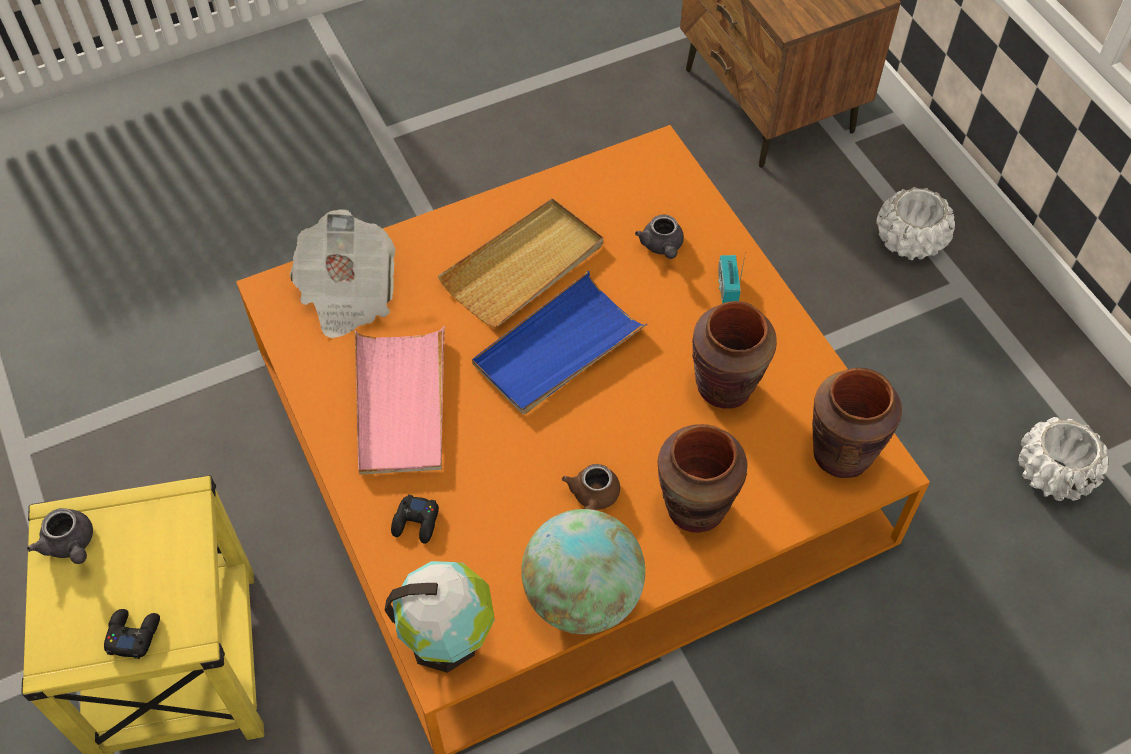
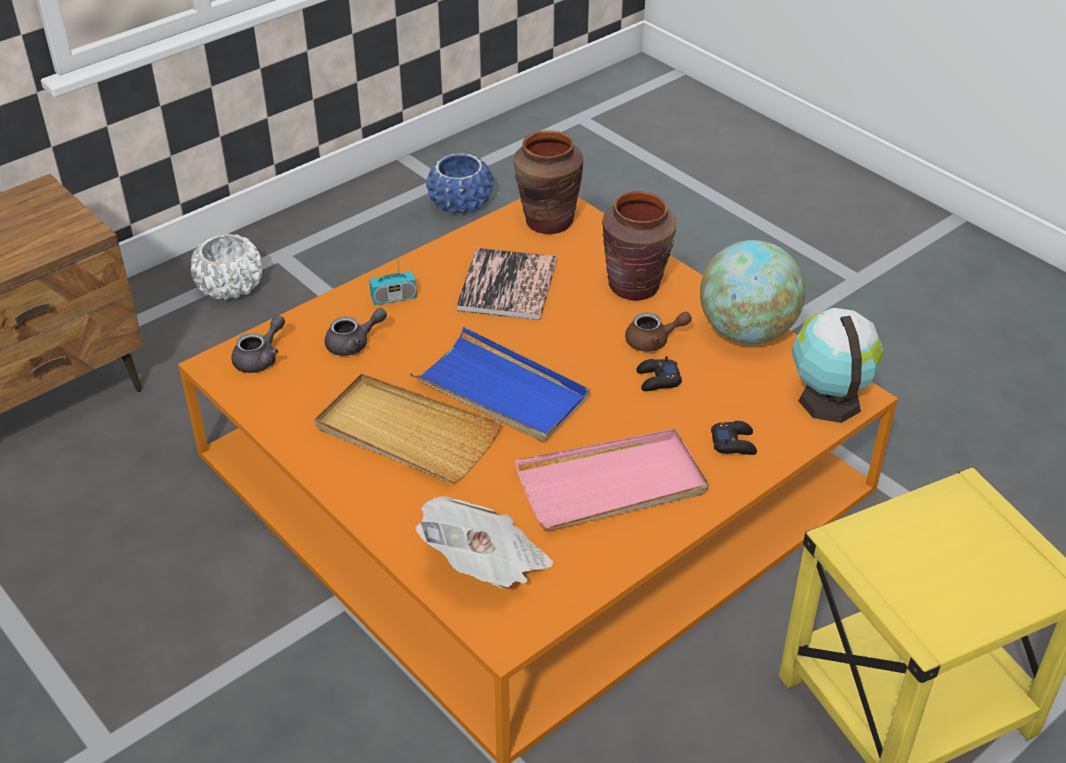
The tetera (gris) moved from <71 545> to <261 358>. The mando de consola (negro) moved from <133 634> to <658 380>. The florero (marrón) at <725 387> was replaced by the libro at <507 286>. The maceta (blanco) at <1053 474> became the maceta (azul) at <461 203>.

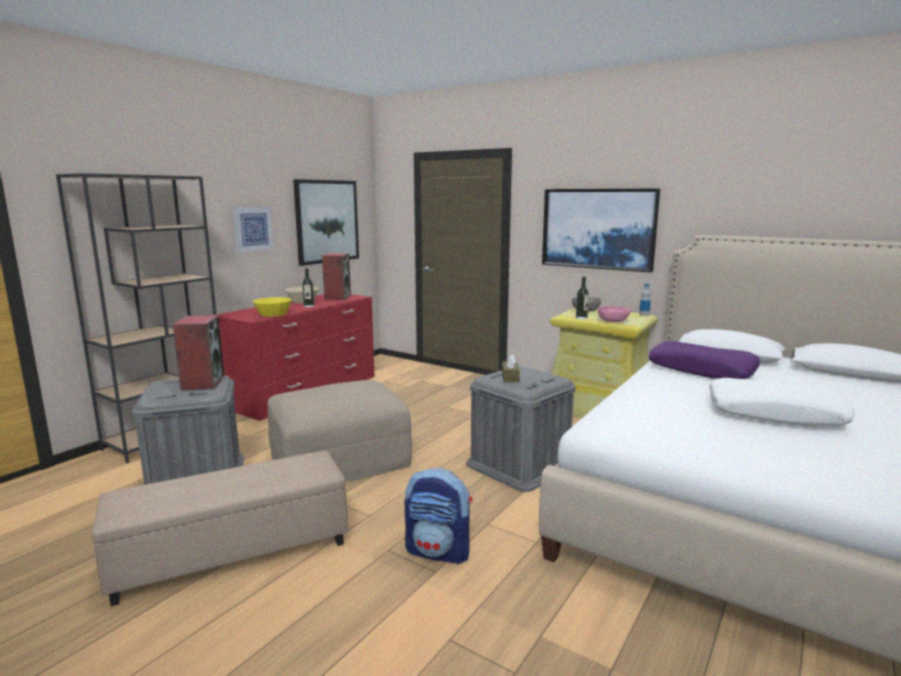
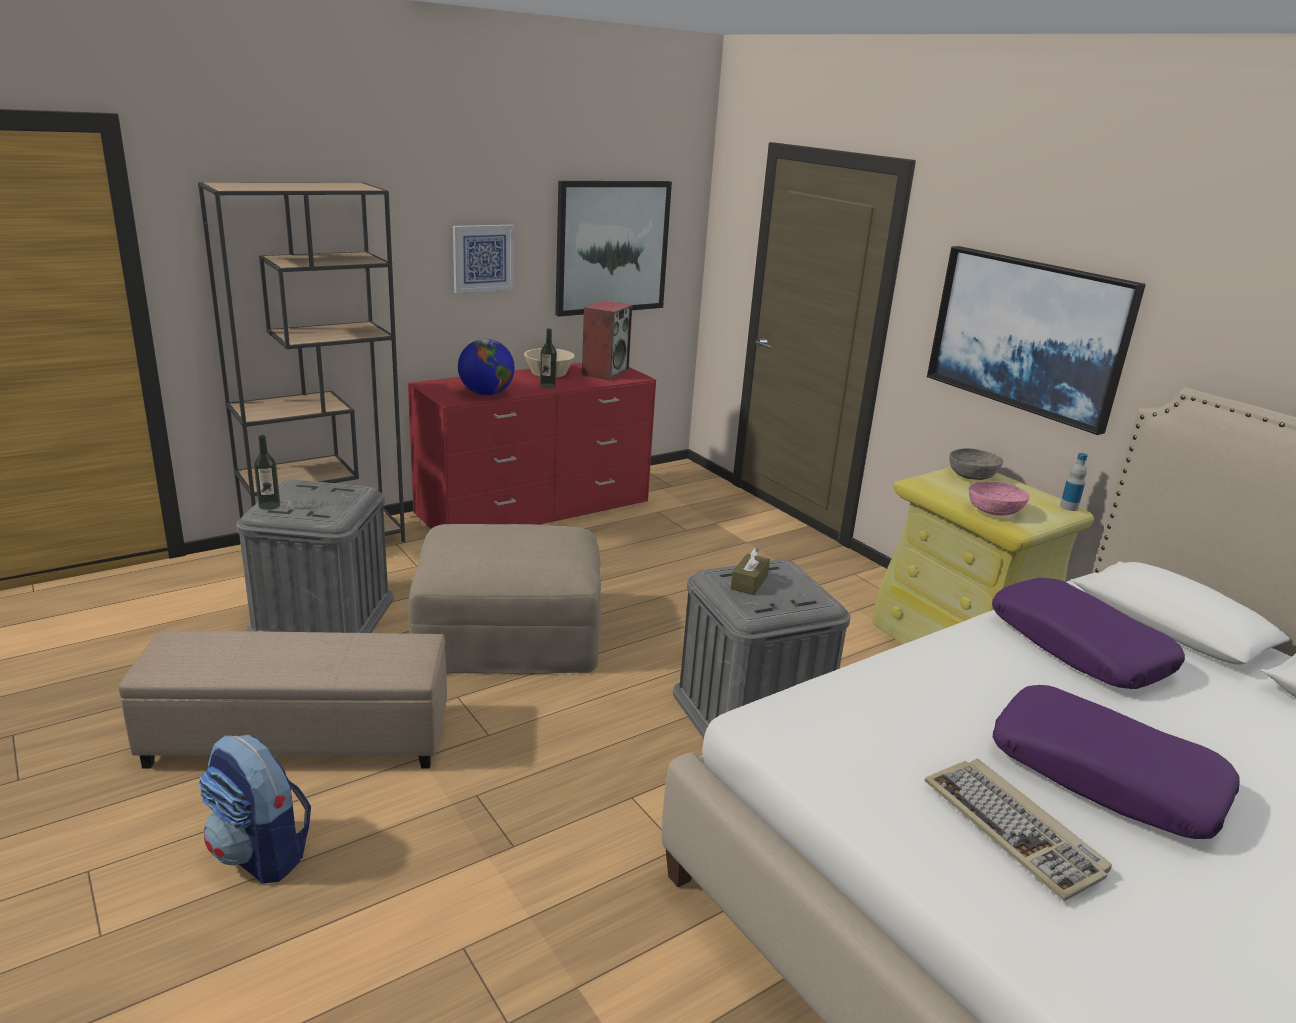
The altavoz at <202 382> disappeared. The teclado at <1014 830> appeared. The mochila moved from <439 551> to <261 853>. The botella moved from <581 318> to <269 505>. The cuenco (amarillo) at <273 313> was replaced by the globo terráqueo at <486 394>. The cojín (blanco) at <775 414> became the cojín (morado) at <1105 776>.

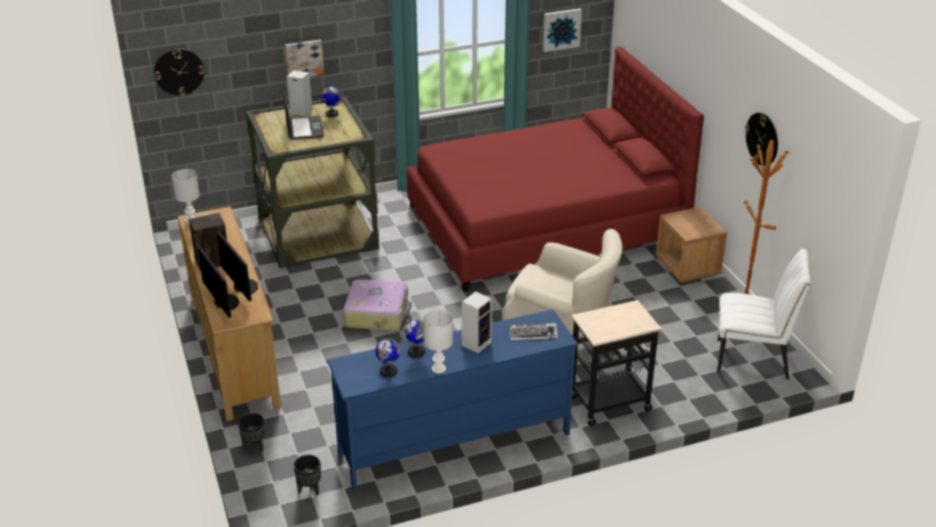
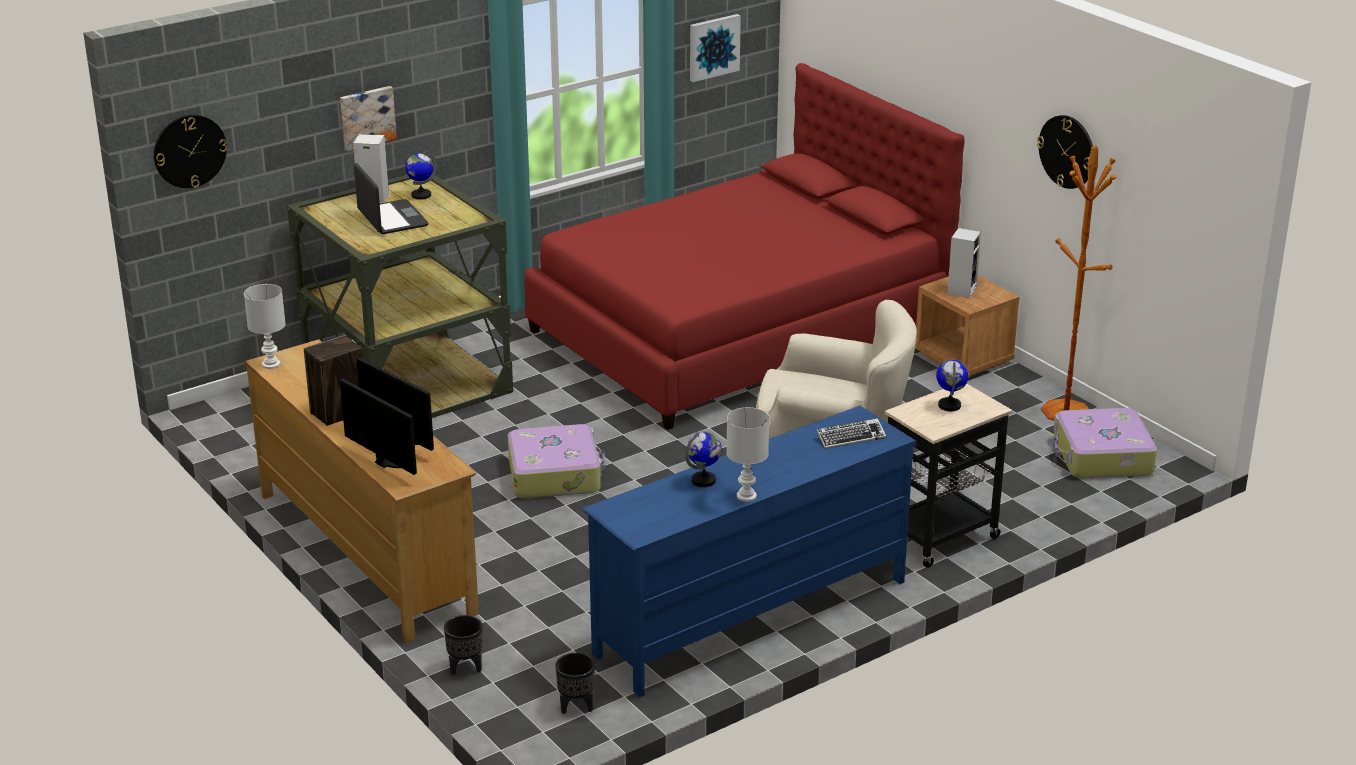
The globo terráqueo moved from <388 371> to <949 405>. The altavoz moved from <476 343> to <961 289>. The silla (blanco) at <752 359> was replaced by the maleta at <1101 457>.

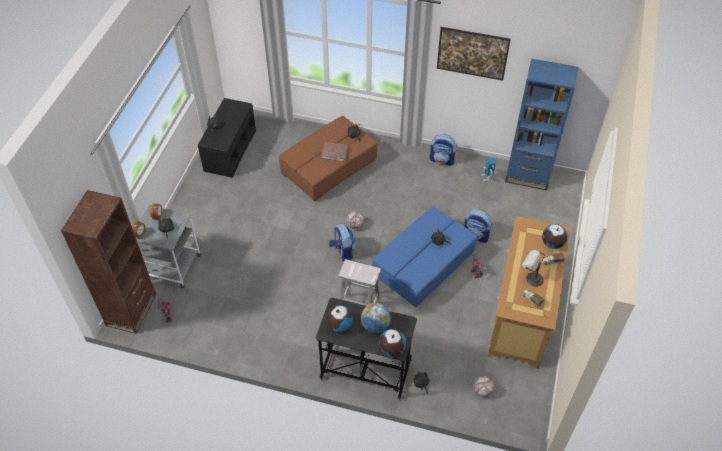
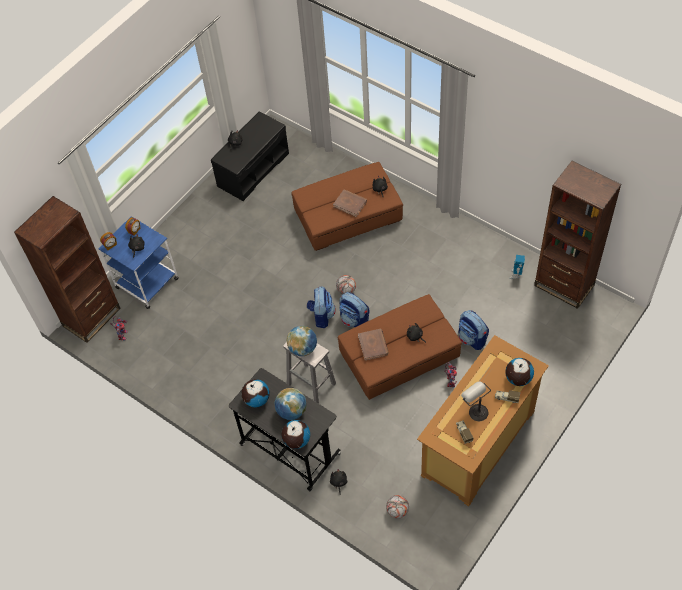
The cuadro at <471 63> disappeared. The globo terráqueo at <303 348> appeared. The libro (marrón) at <373 345> appeared. The mochila moved from <442 160> to <354 320>. The carrito (gris) at <173 265> became the carrito (azul) at <147 282>. The puf (azul) at <423 265> became the puf (marrón) at <399 356>. The estantería (azul) at <527 176> became the estantería (marrón) at <564 285>.

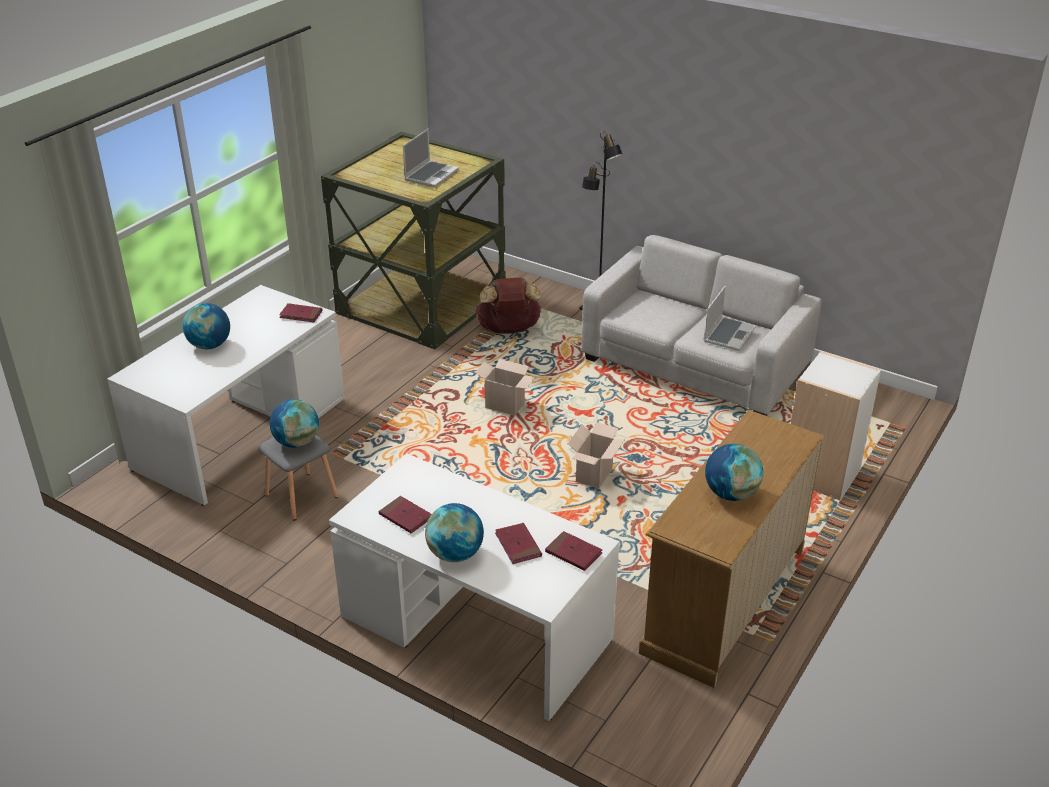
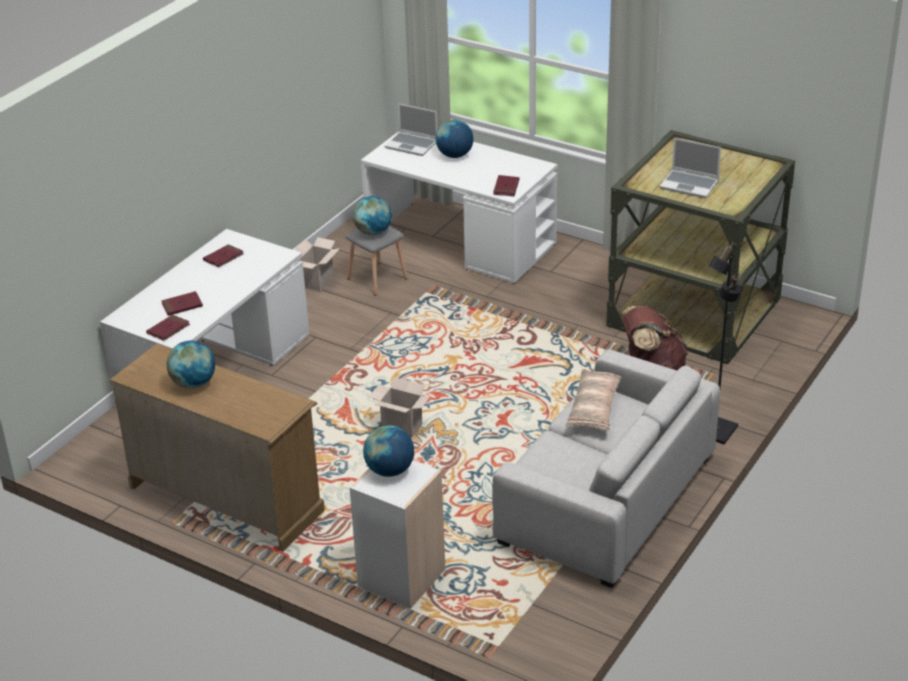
The cojín at <594 408> appeared. The globo terráqueo moved from <455 554> to <389 470>. The caja de cartón moved from <506 406> to <318 282>. The portátil moved from <728 334> to <412 145>.

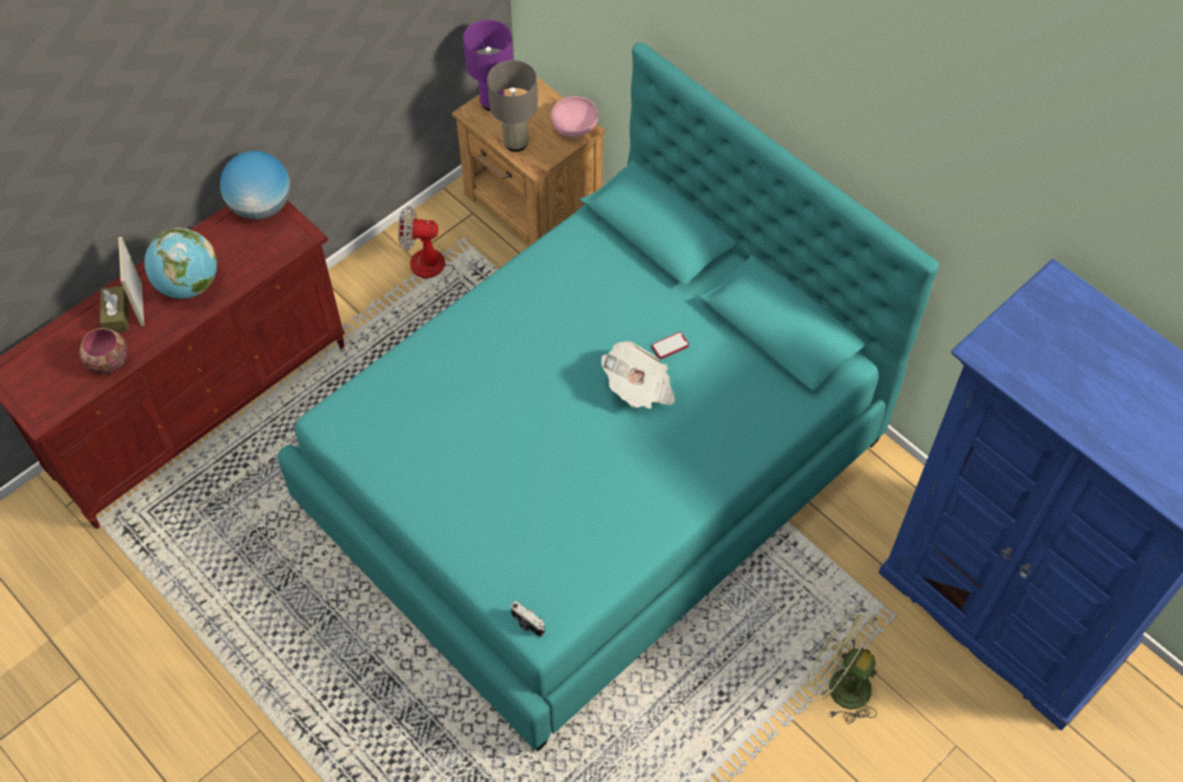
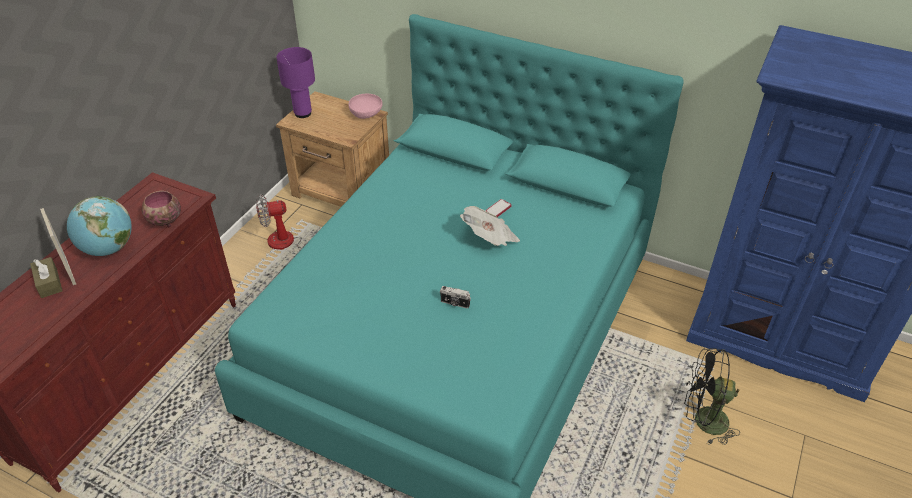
The globo terráqueo at <262 207> disappeared. The lámpara de mesa (gris) at <516 142> disappeared. The cuenco moved from <108 362> to <164 221>. The cámara moved from <527 624> to <454 303>. The ventilador (verde) at <839 685> became the ventilador (negro) at <703 421>.

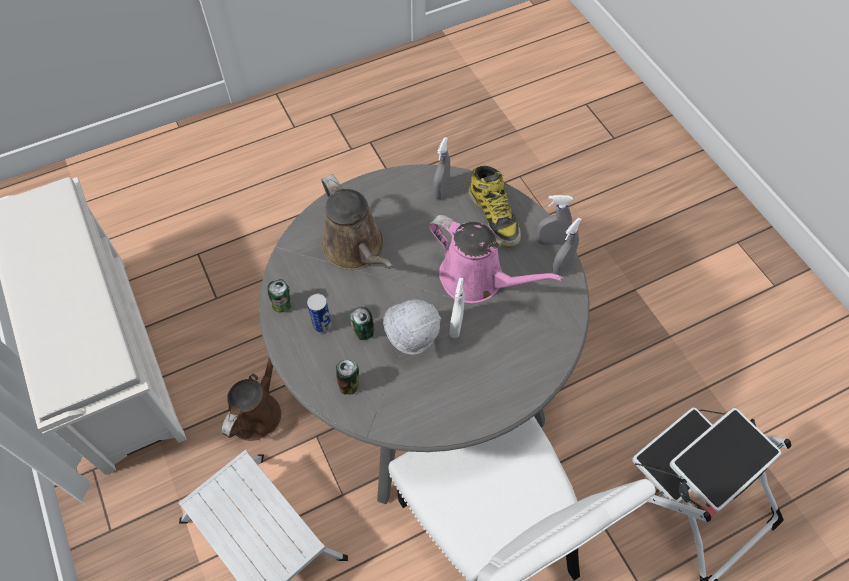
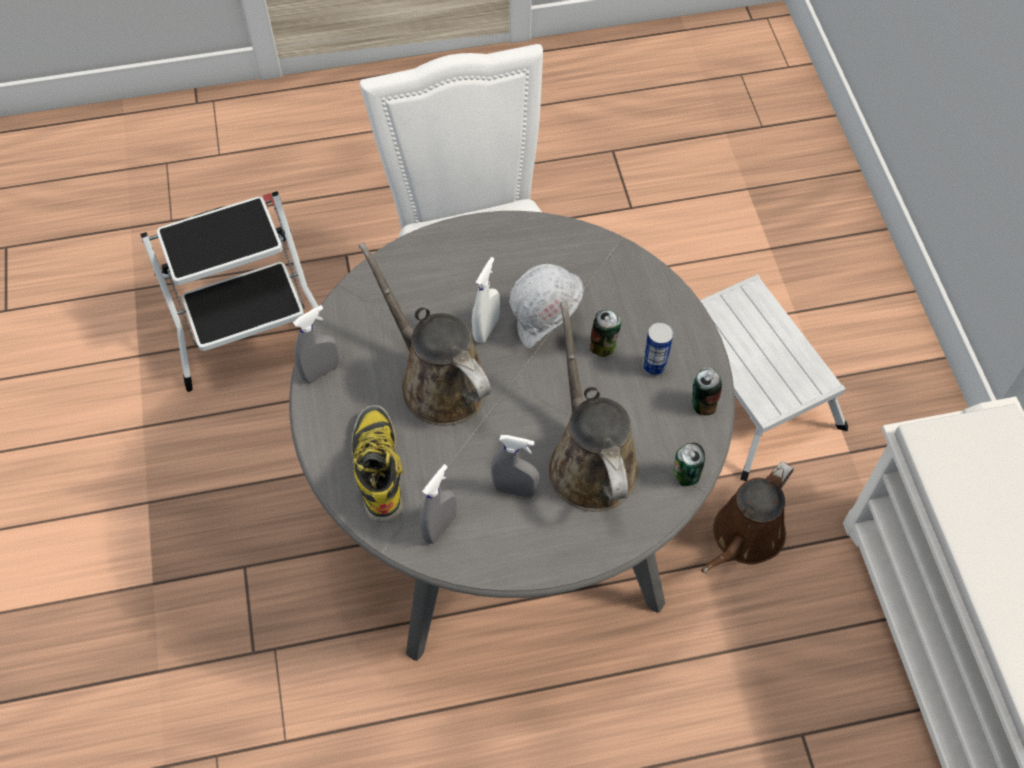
The lata moved from <350 385> to <685 476>. The pulverizador (gris) moved from <550 241> to <515 489>. The regadera (rosa) at <477 279> became the regadera (marrón) at <438 380>.

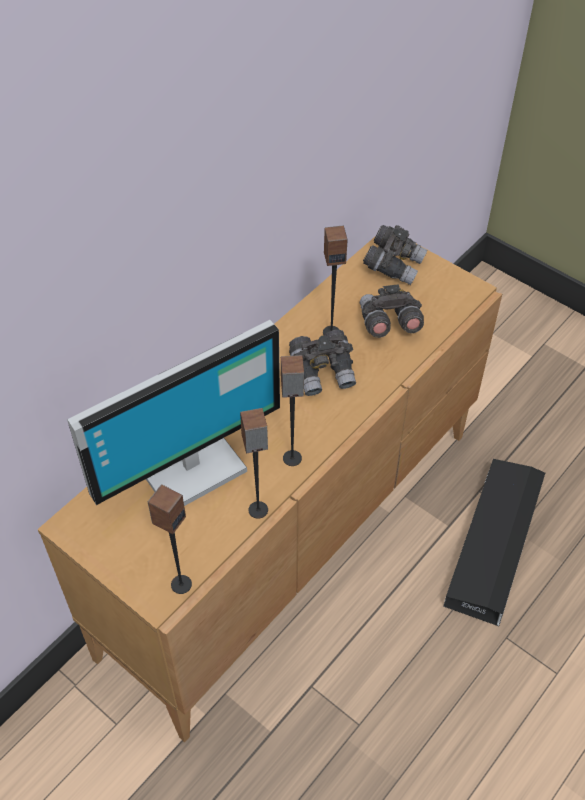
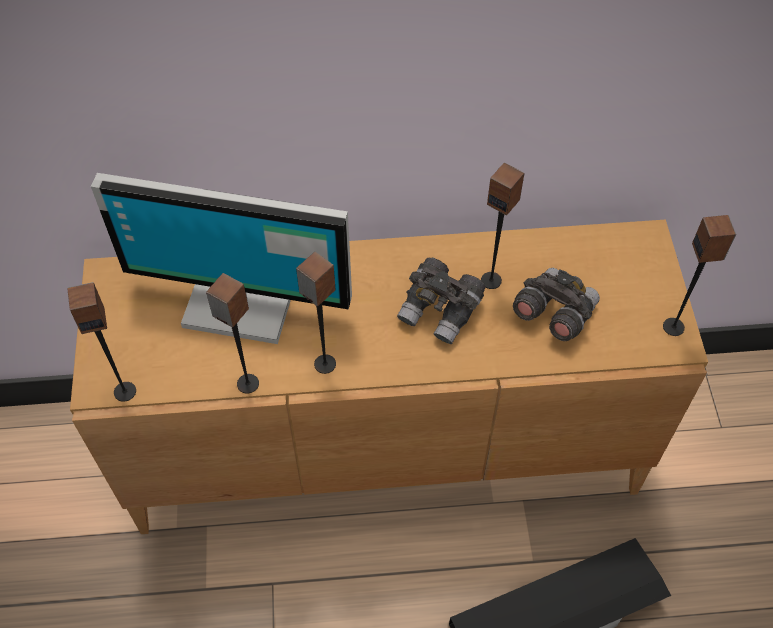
The prismáticos (gris) at <394 265> disappeared. The altavoz at <674 327> appeared.

